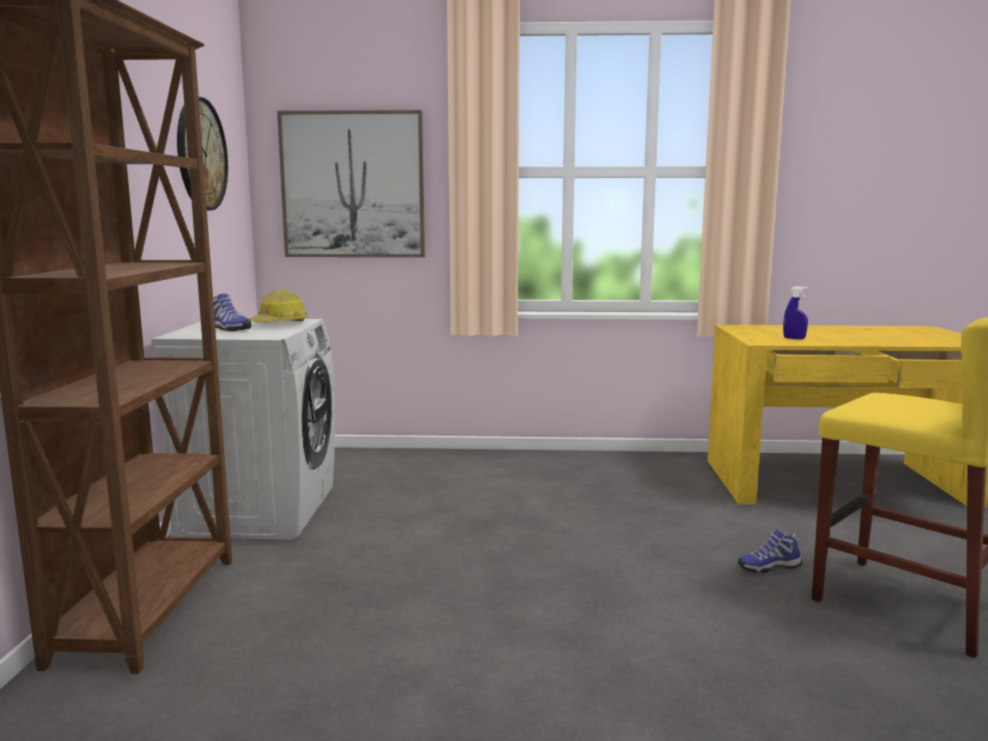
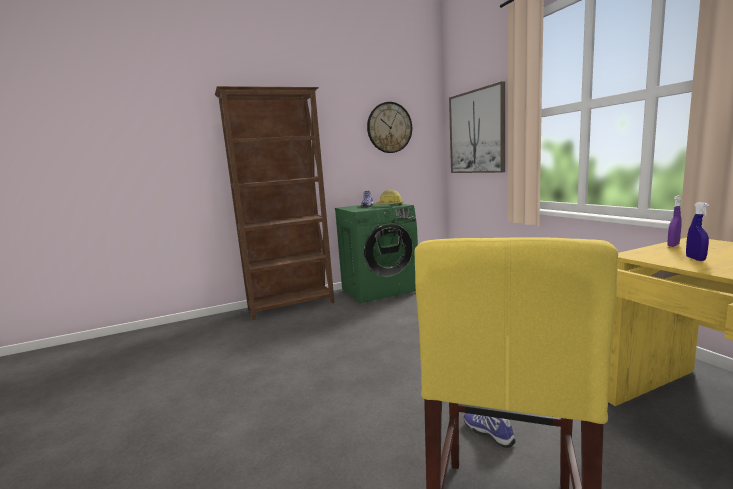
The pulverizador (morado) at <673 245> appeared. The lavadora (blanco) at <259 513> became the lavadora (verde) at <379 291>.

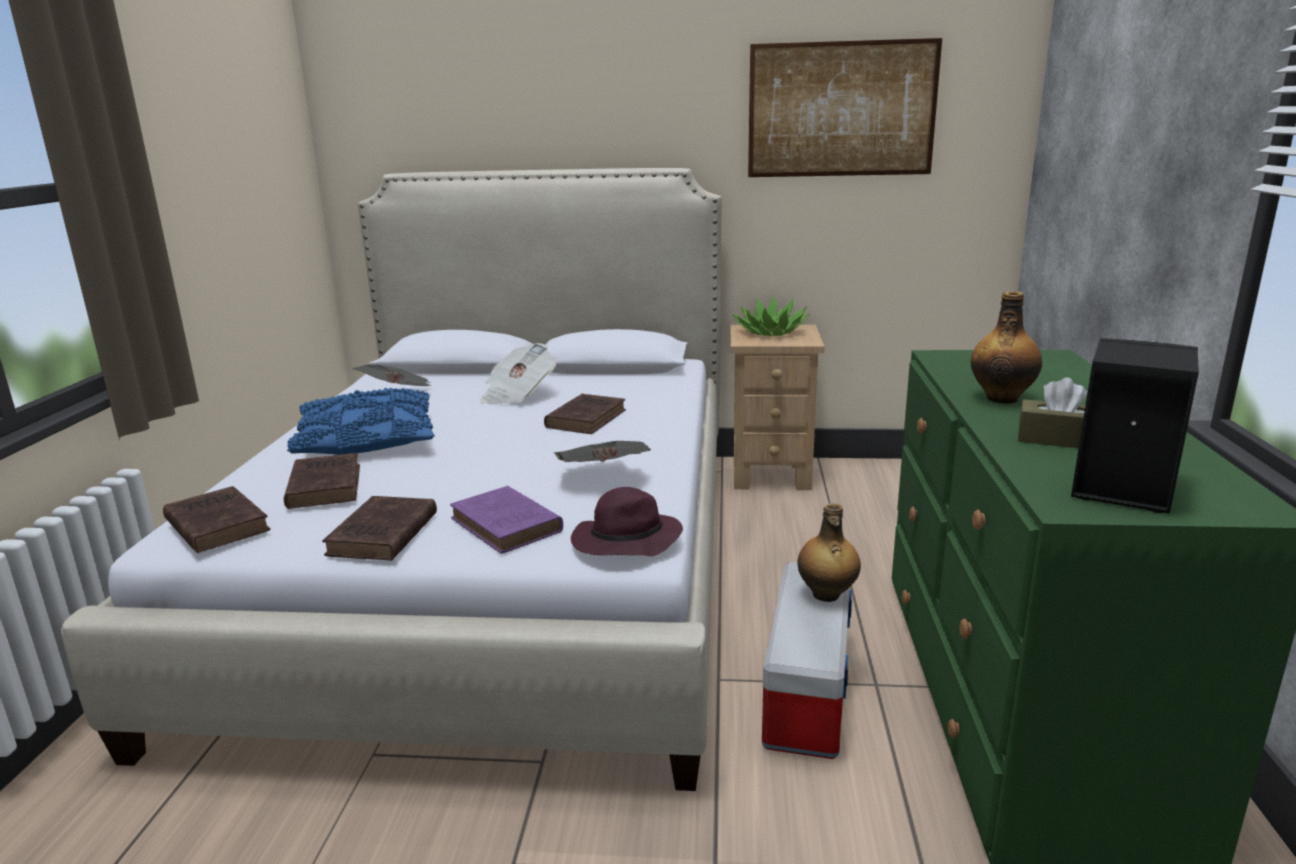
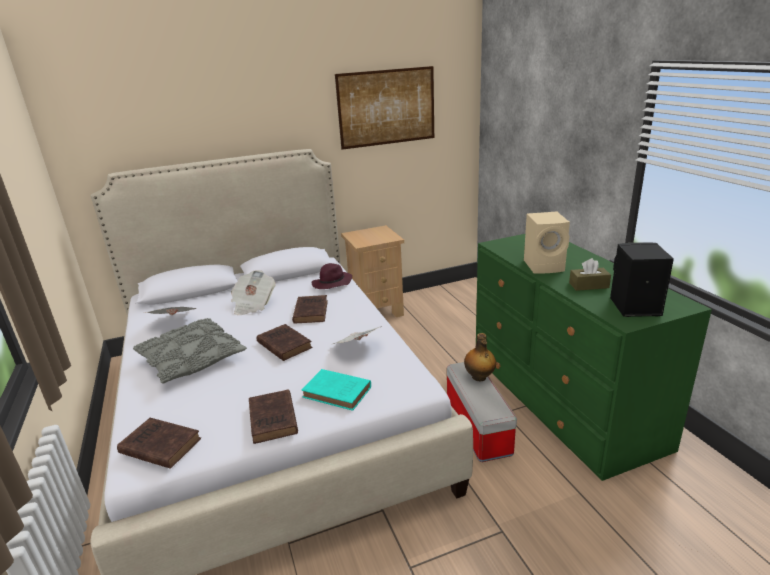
The planta en maceta at <770 332> disappeared. The libro (marrón) moved from <325 485> to <283 344>. The sombrero (morado) moved from <625 542> to <332 283>. The botella at <1002 398> was replaced by the altavoz (beis) at <545 266>. The cojín (azul) at <367 441> became the cojín (gris) at <192 360>. The libro (morado) at <508 526> became the libro (turquesa) at <338 393>.

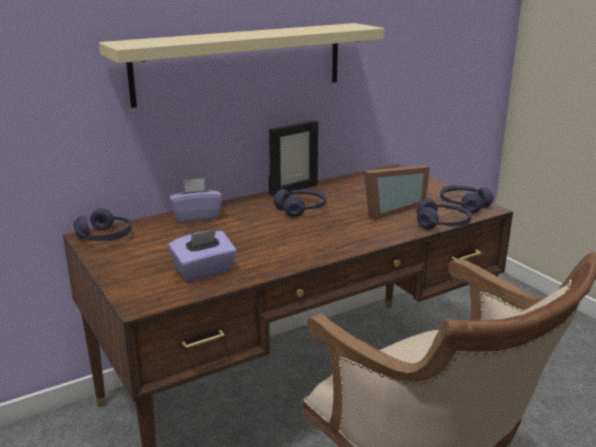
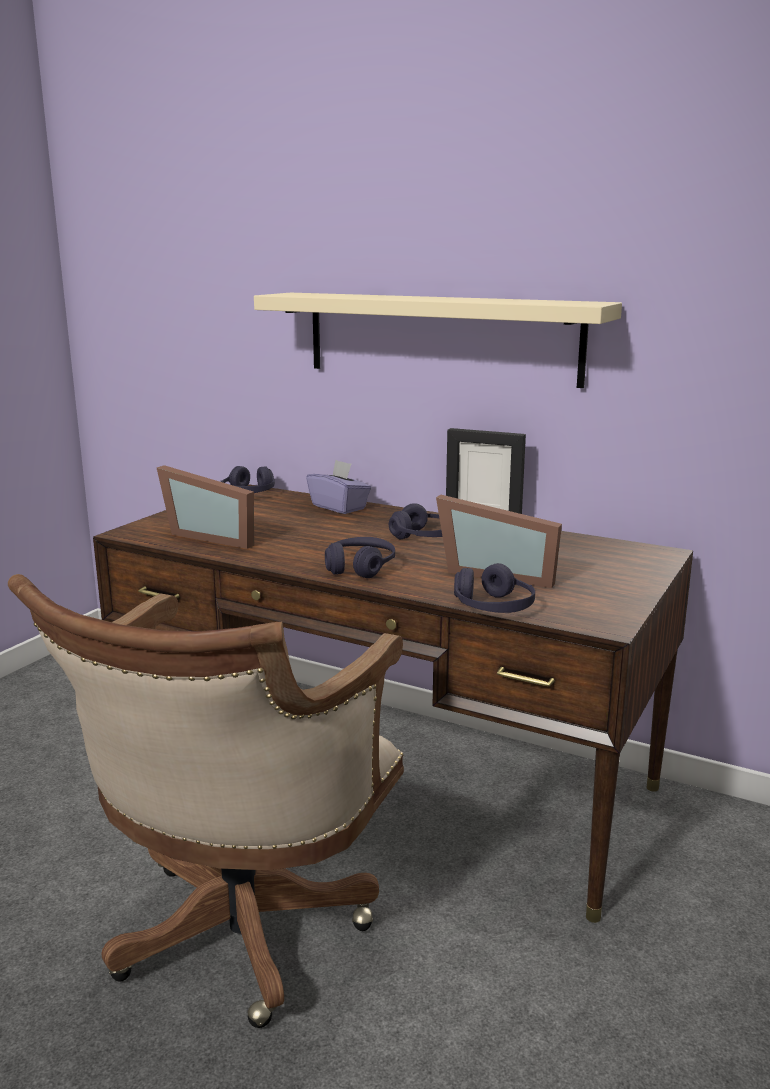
The auriculares (morado) moved from <464 205> to <359 567>. The caja de pañuelos (morado) at <204 271> was replaced by the portarretratos at <214 536>.

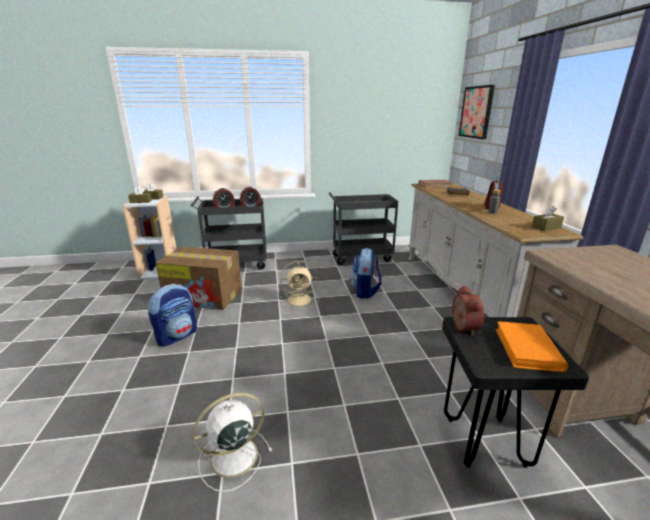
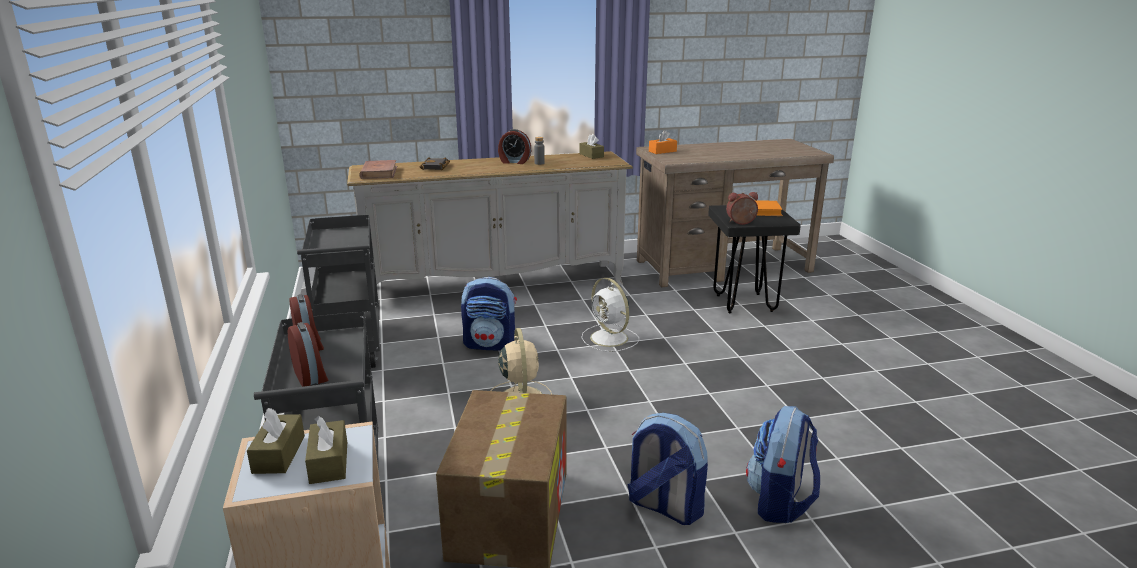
The cuadro at <476 112> disappeared. The caja de pañuelos (naranja) at <662 151> appeared. The mochila at <780 502> appeared. The ventilador (blanco) moved from <232 457> to <610 339>.

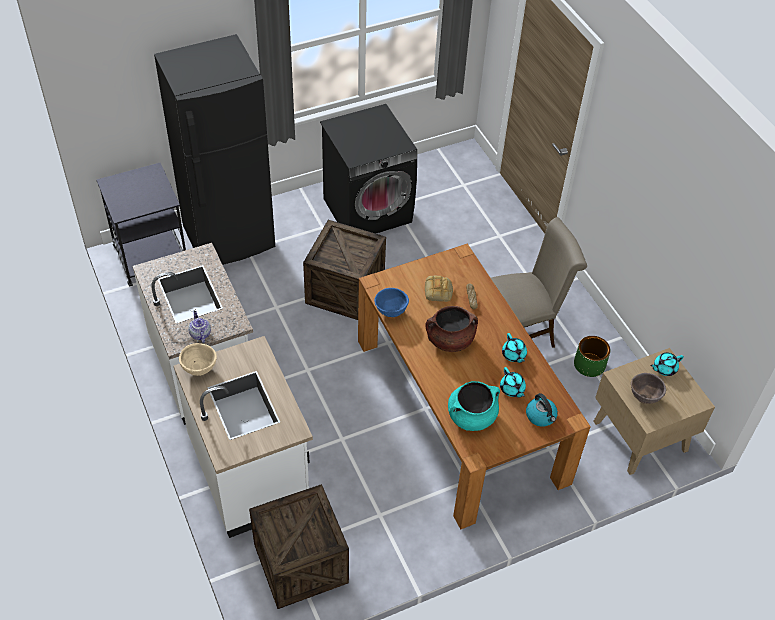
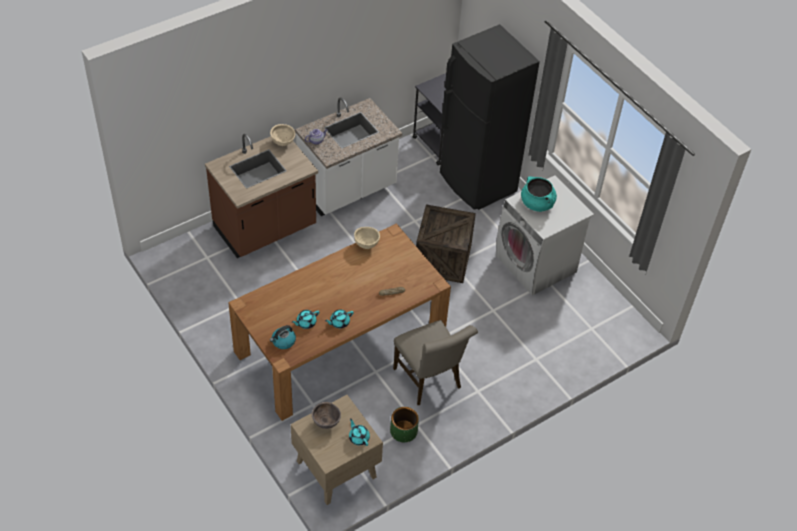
The caja de embalaje at <301 563> disappeared. The pan at <438 291> disappeared. The olla (marrón) at <450 340> disappeared. The olla (turquesa) moved from <471 416> to <537 204>. The mueble bajo de cocina (blanco) at <250 472> became the mueble bajo de cocina (marrón) at <265 229>. The lavadora (negro) at <368 209> became the lavadora (blanco) at <537 264>. The cuenco (azul) at <391 312> became the cuenco (beis) at <366 245>.

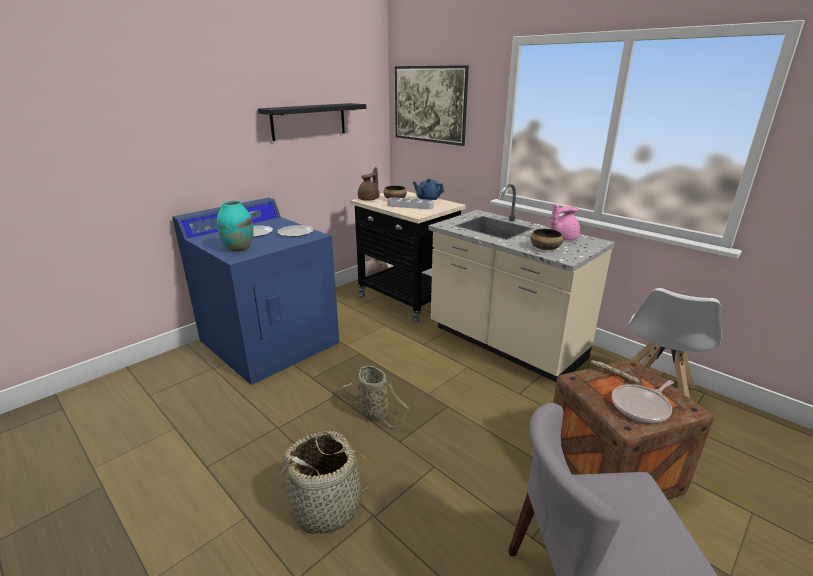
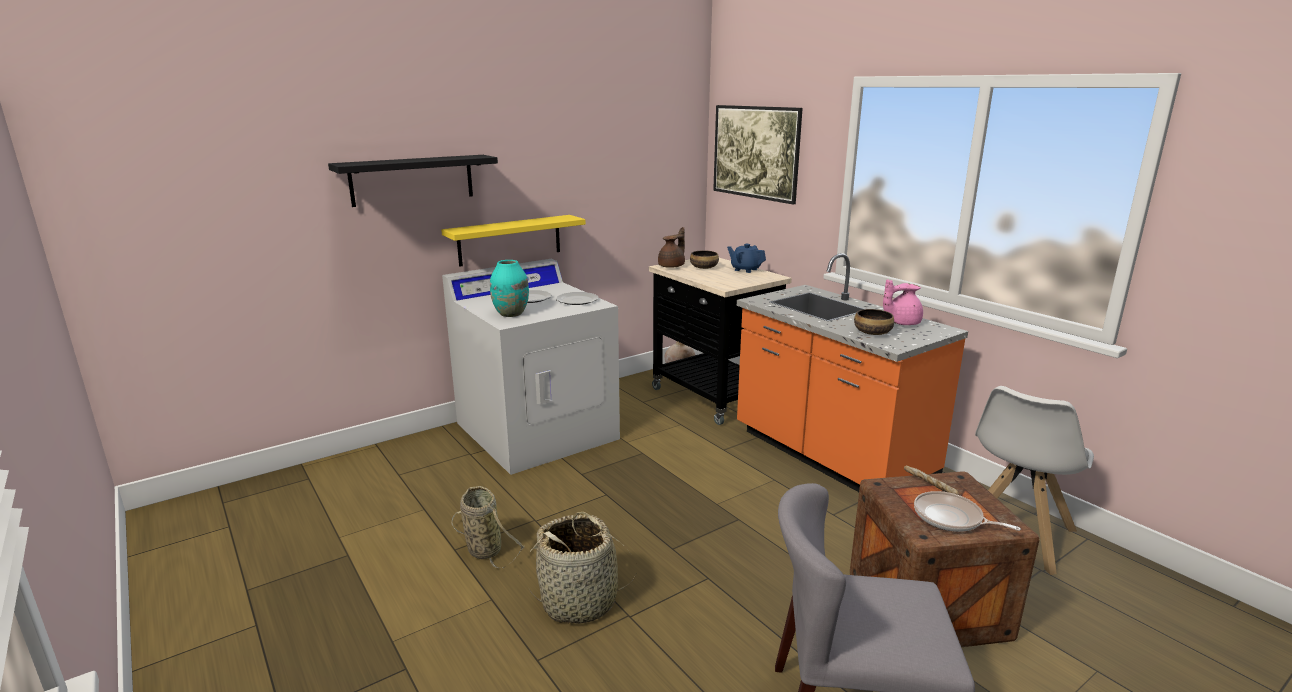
The bandeja (gris) at <410 206> disappeared. The estante (amarillo) at <510 240> appeared. The estante (negro) moved from <309 121> to <412 180>. The cesta moved from <372 412> to <483 548>. The lavadora (azul) at <270 341> became the lavadora (blanco) at <537 431>. The mueble bajo de cocina (beis) at <505 344> became the mueble bajo de cocina (naranja) at <830 458>. The sartén at <642 406> turned 60 degrees clockwise.

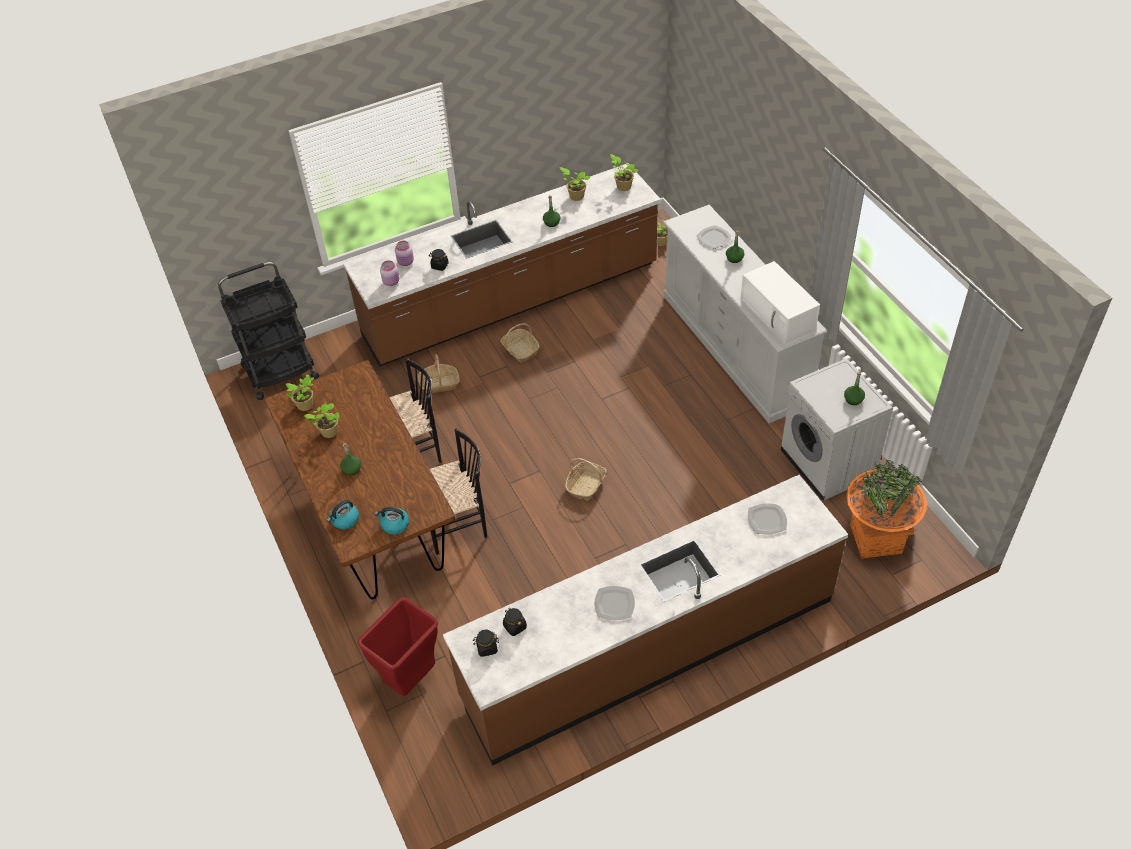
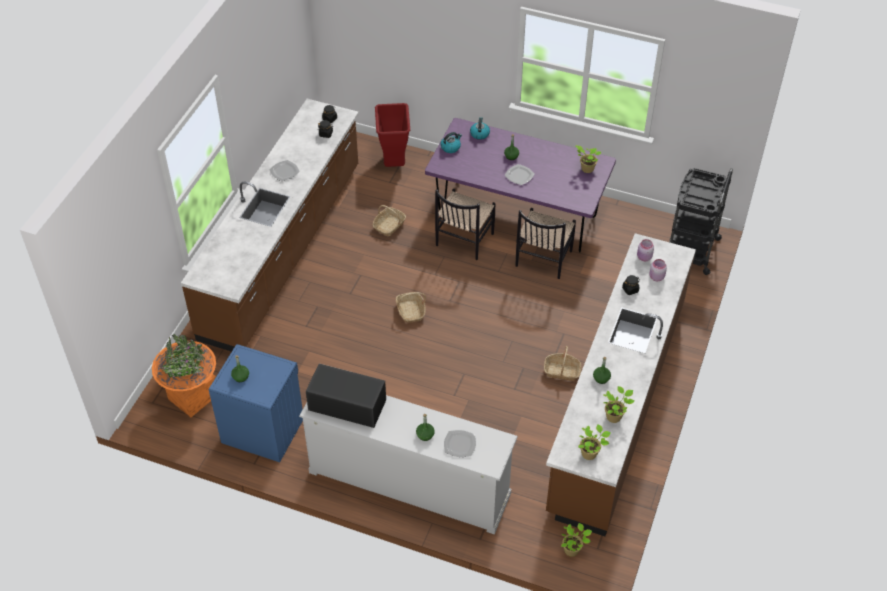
The planta en maceta at <328 433> disappeared. The cesta moved from <439 384> to <389 226>. The plato moved from <766 520> to <519 175>. The mesa de comedor (marrón) at <372 513> became the mesa de comedor (morado) at <516 216>. The microondas (blanco) at <778 315> became the microondas (negro) at <346 404>. The lavadora (blanco) at <826 464> became the lavadora (azul) at <263 429>.

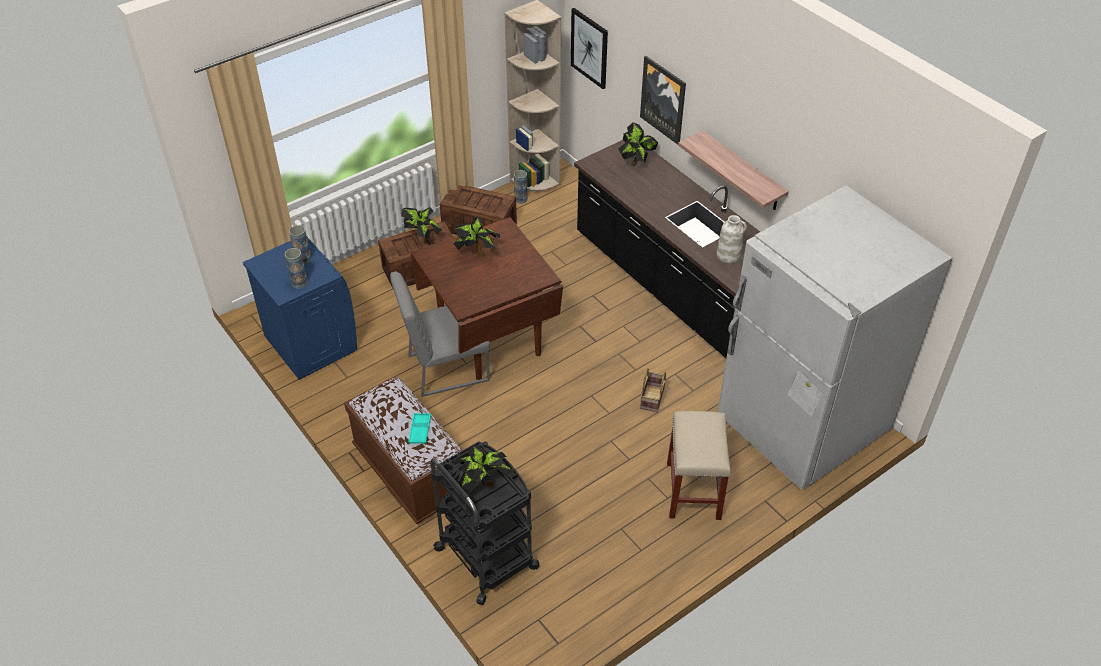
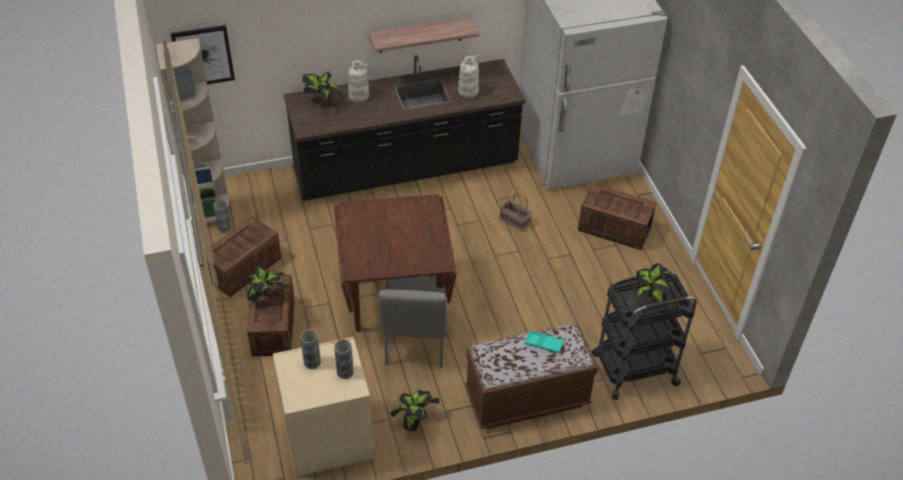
The cuadro at <663 99> disappeared. The florero (blanco) at <359 96> appeared. The planta en maceta moved from <477 253> to <415 421>. The taburete (beis) at <693 492> was replaced by the caja de embalaje at <615 229>. The lavadora (azul) at <311 343> became the lavadora (beis) at <327 439>.

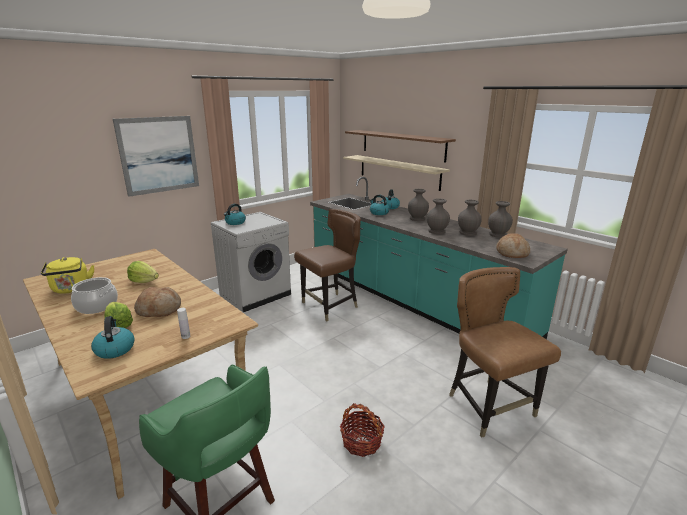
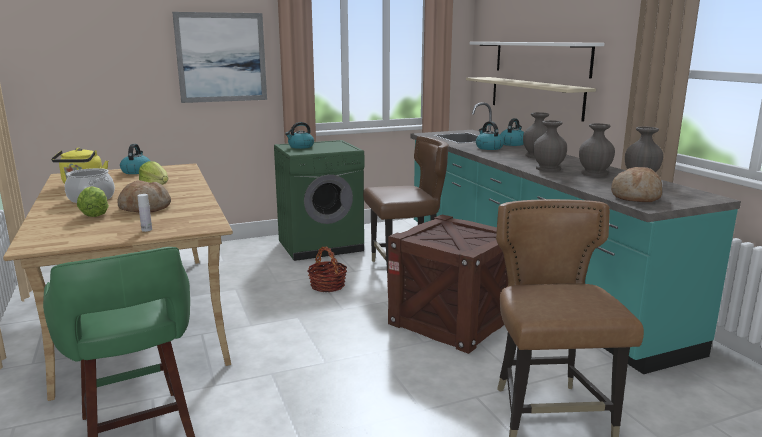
The caja de embalaje at <452 320> appeared. The hervidor moved from <114 349> to <136 171>. The cesta moved from <361 442> to <327 286>. The lavadora (blanco) at <256 295> became the lavadora (verde) at <321 246>. The estante (marrón) at <402 145> became the estante (blanco) at <540 58>.

